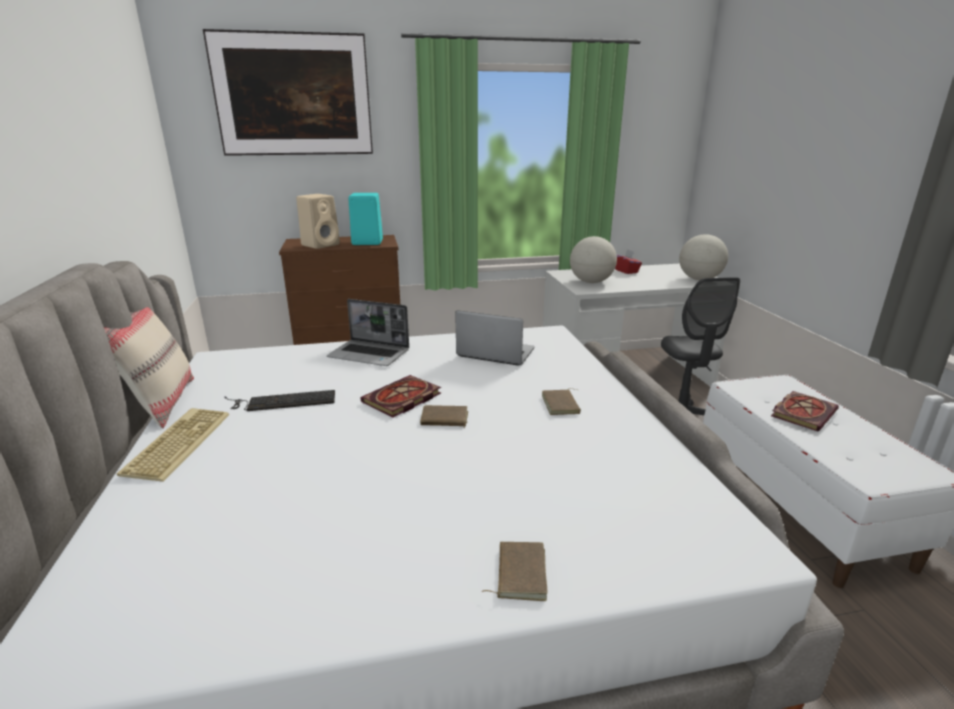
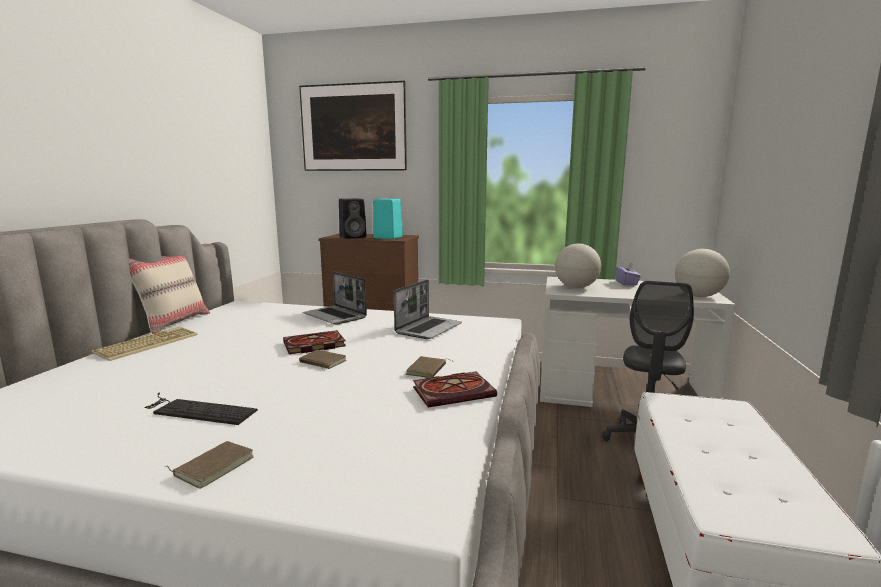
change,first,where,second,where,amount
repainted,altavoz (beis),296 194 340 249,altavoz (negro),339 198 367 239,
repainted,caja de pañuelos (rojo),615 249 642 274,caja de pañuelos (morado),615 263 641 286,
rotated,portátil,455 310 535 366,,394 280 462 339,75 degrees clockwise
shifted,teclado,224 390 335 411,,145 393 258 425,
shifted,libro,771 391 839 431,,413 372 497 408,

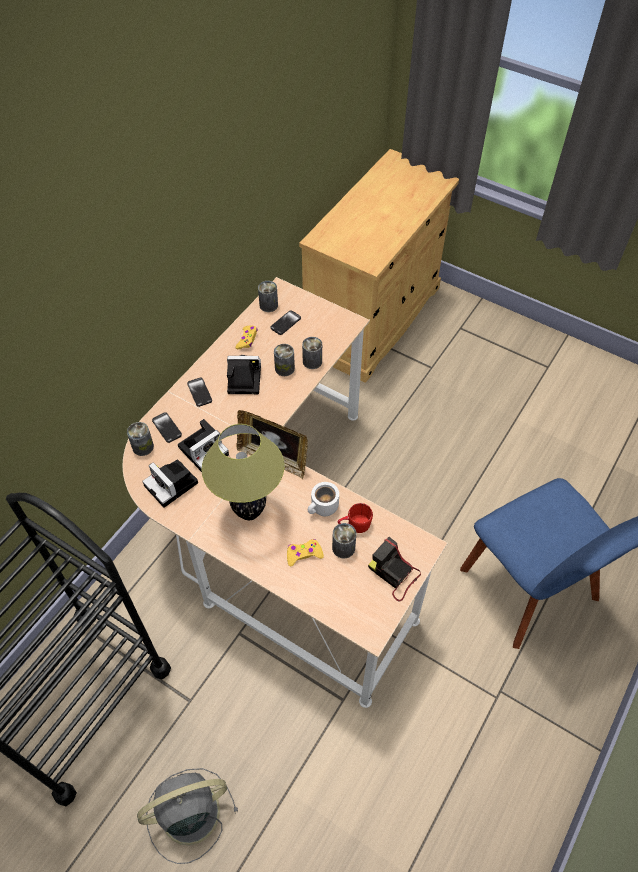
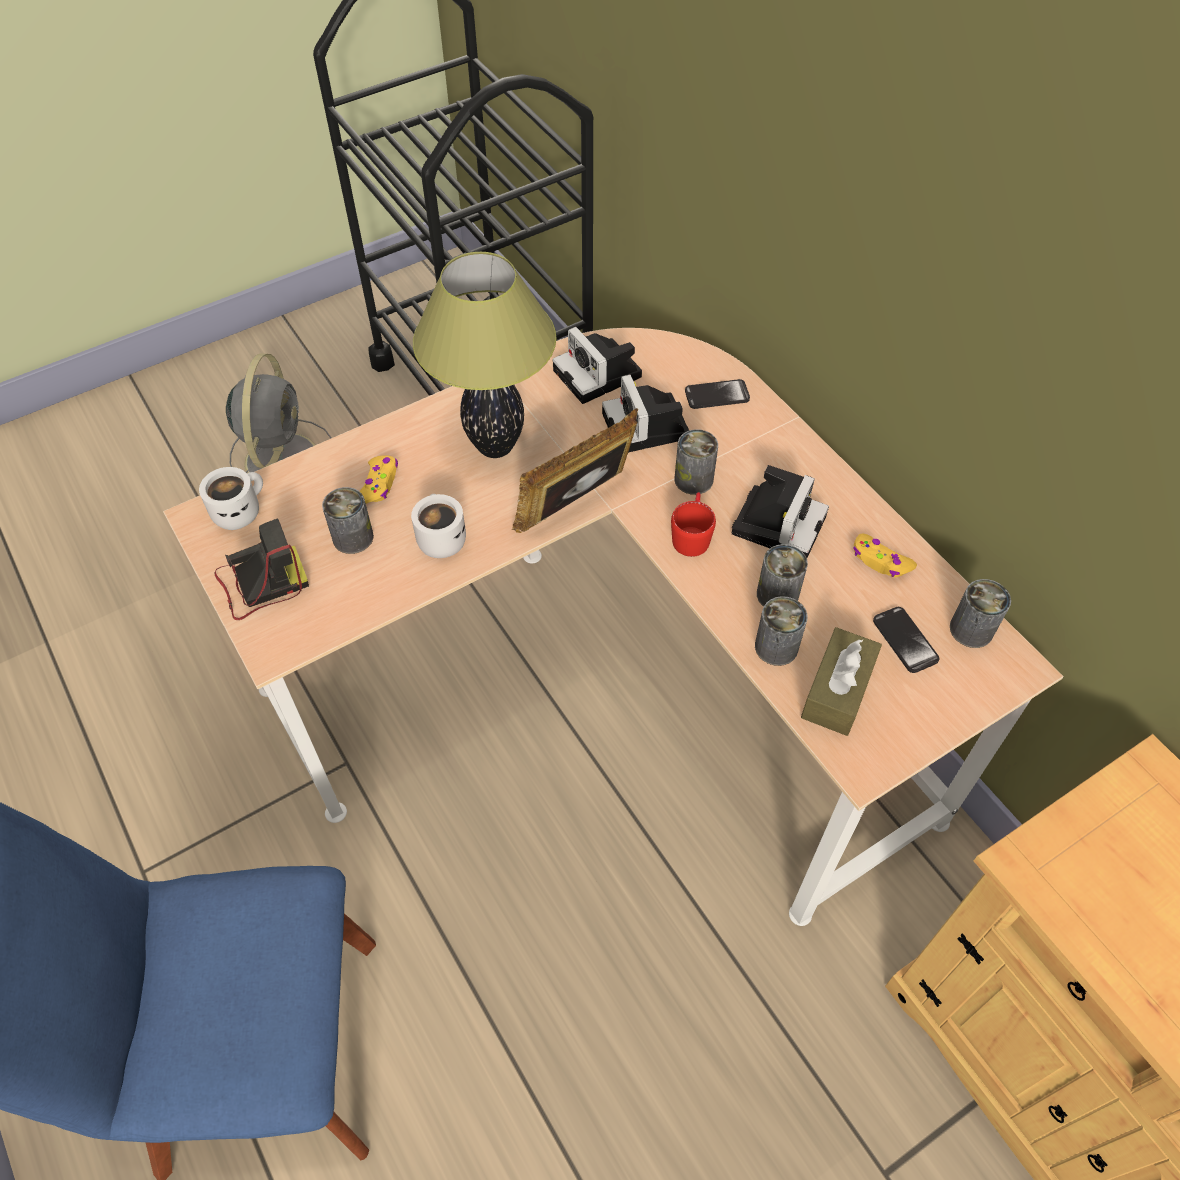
change,first,where,second,where,amount
gone,móvil,187 378 212 407,,,
shifted,lata,127 422 154 456,,674 429 718 495,
rotated,cámara,142 459 198 508,,553 326 642 404,105 degrees counterclockwise
shifted,taza grande (rojo),338 503 373 533,,671 492 716 557,
new,,,taza grande (blanco),199 467 263 530,
new,,,caja de pañuelos (marrón),801 627 882 736,

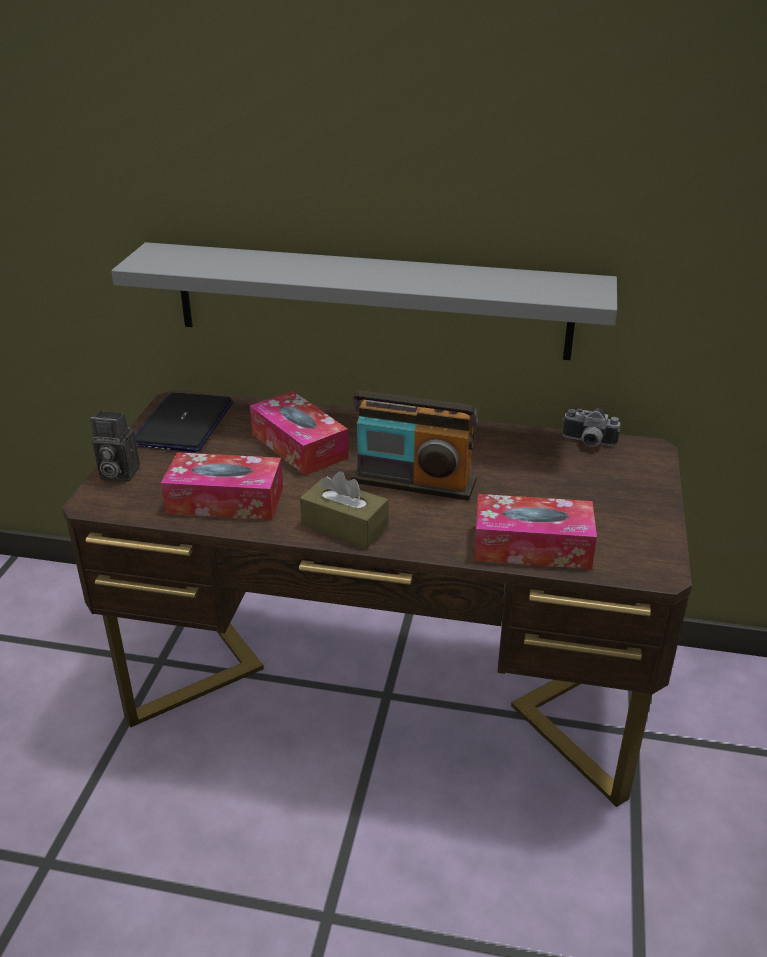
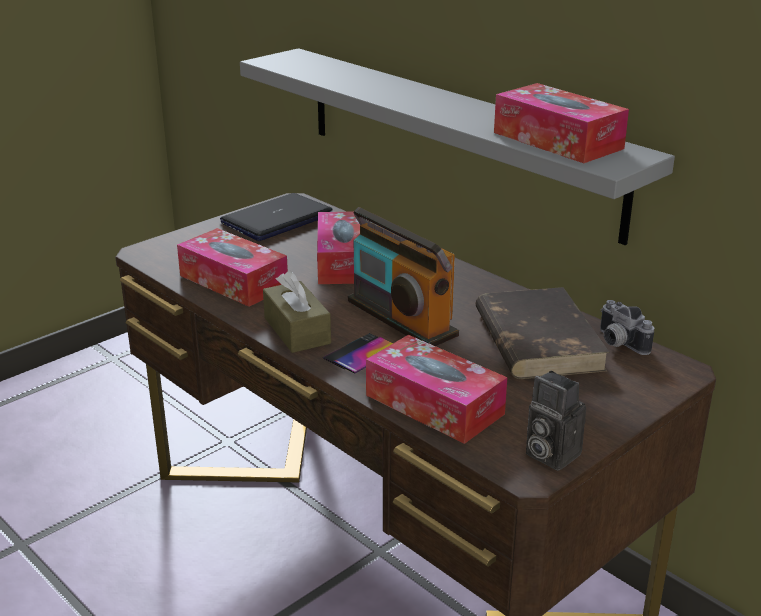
change,first,where,second,where,amount
shifted,cámara,90 411 140 482,,526 370 586 471,
new,,,caja de pañuelos,494 83 629 163,
new,,,libro (marrón),475 287 610 379,
new,,,móvil,323 333 393 374,

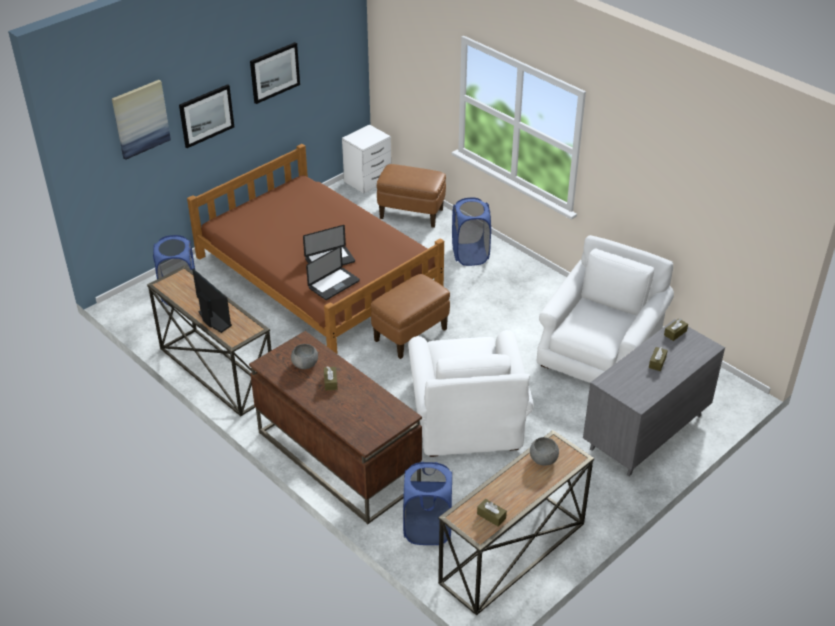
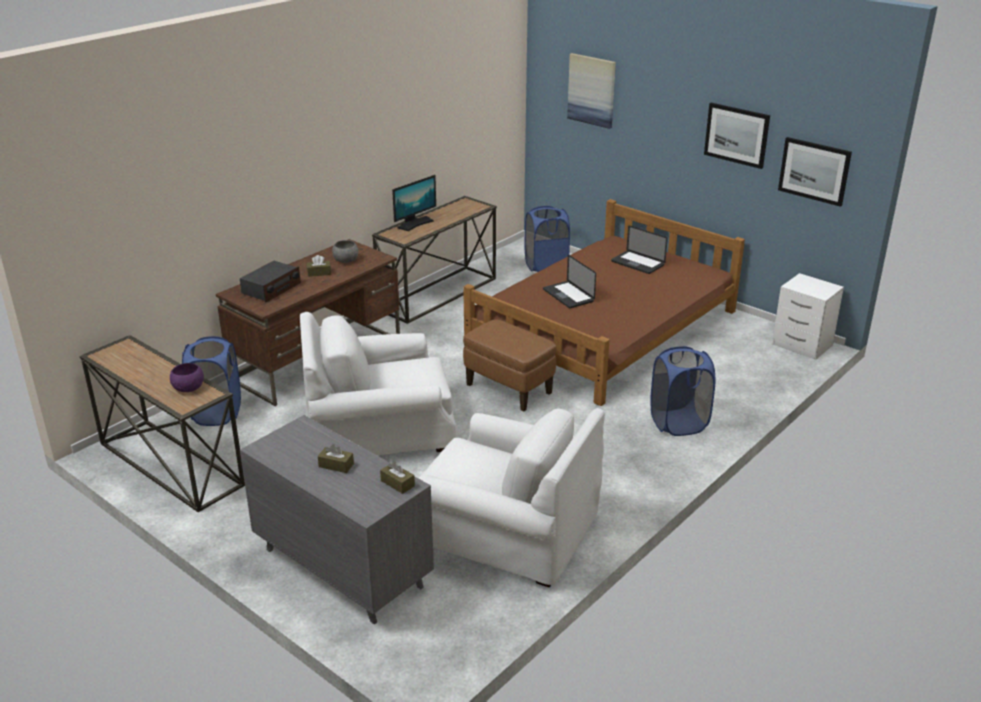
change,first,where,second,where,amount
shifted,cuadro,179 84 234 148,,778 137 852 207,
gone,puf (marrón),377 164 446 228,,,
shifted,portátil,306 246 360 300,,611 226 668 274,
repainted,cuenco (gris),530 437 559 466,cuenco (morado),170 363 204 392,
gone,caja de pañuelos (marrón),477 499 507 527,,,
new,,,radio,240 261 301 303,

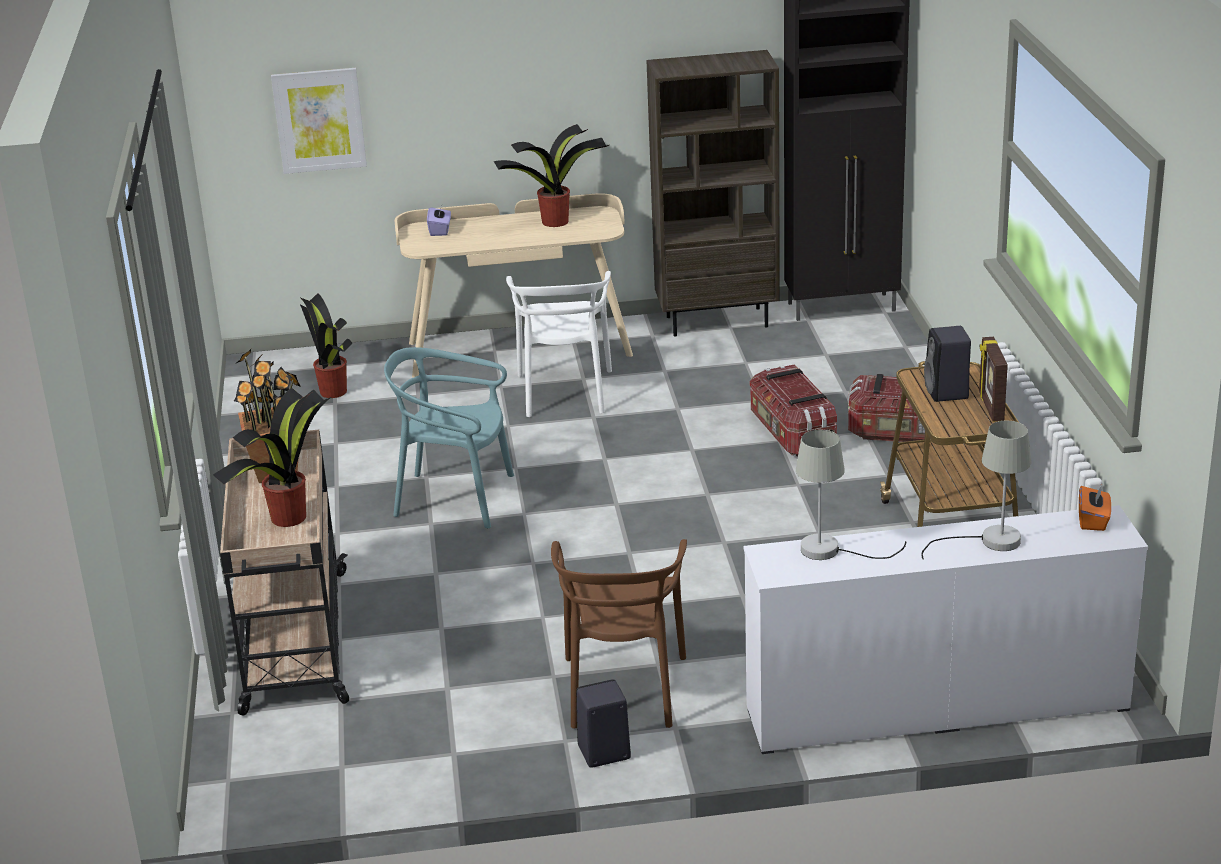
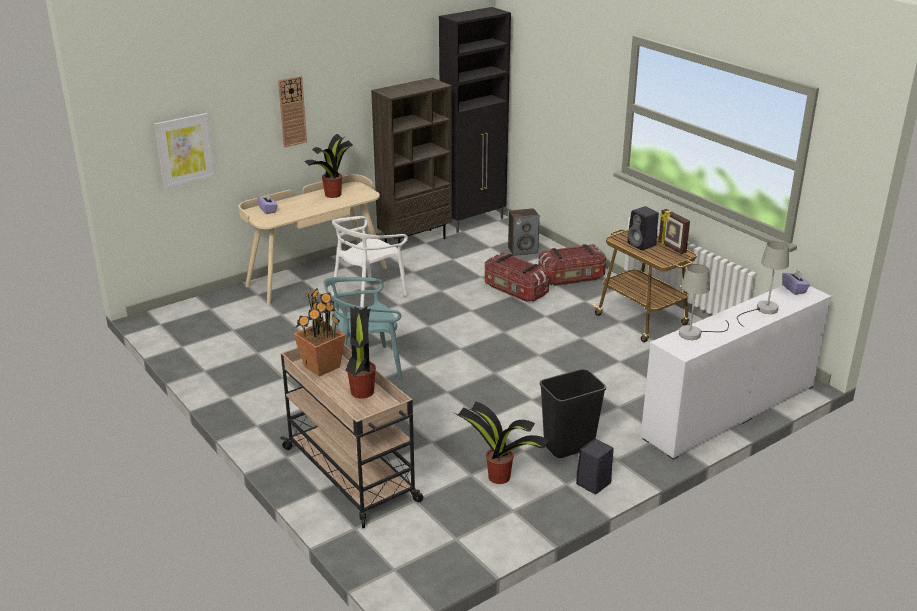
change,first,where,second,where,amount
rotated,silla (blanco),506 271 612 417,,332 216 408 307,75 degrees clockwise
shifted,planta en maceta,300 293 352 398,,454 402 549 484,
repainted,caja de pañuelos (naranja),1079 485 1111 531,caja de pañuelos (morado),782 269 810 295,
swapped,silla (marrón),551 539 687 729,papelera (negro),540 369 606 458,
new,,,reloj de pared,278 76 307 147,
new,,,altavoz,508 208 540 256,

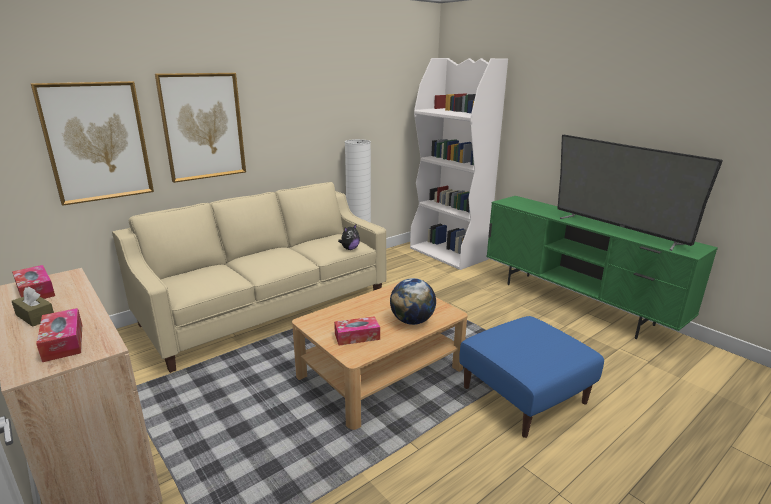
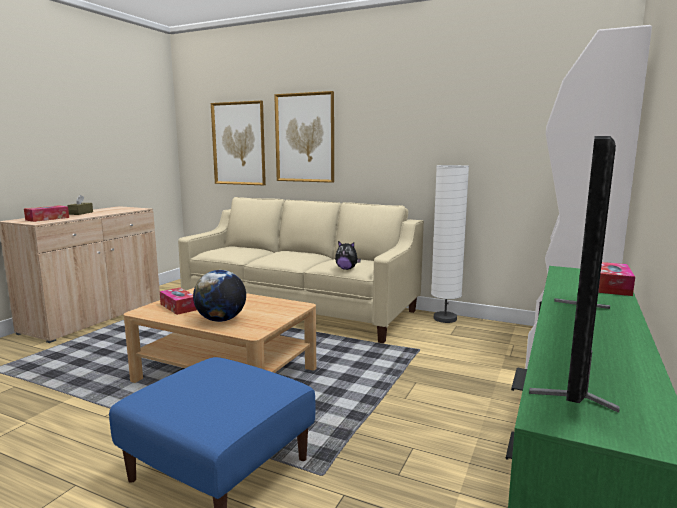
change,first,where,second,where,amount
shifted,caja de pañuelos,12 265 55 299,,598 262 635 296,

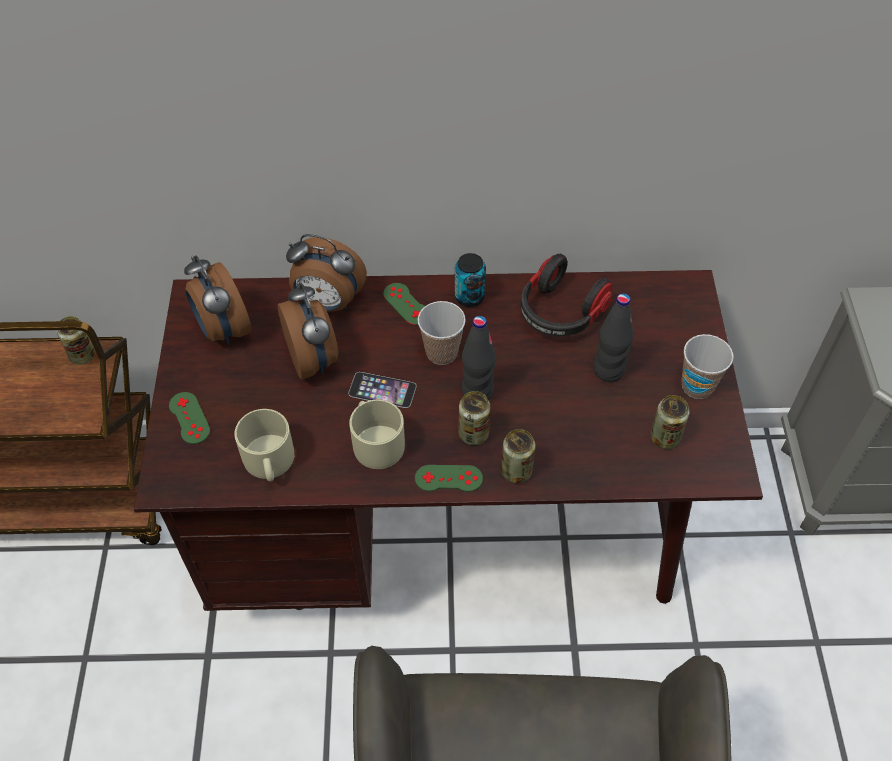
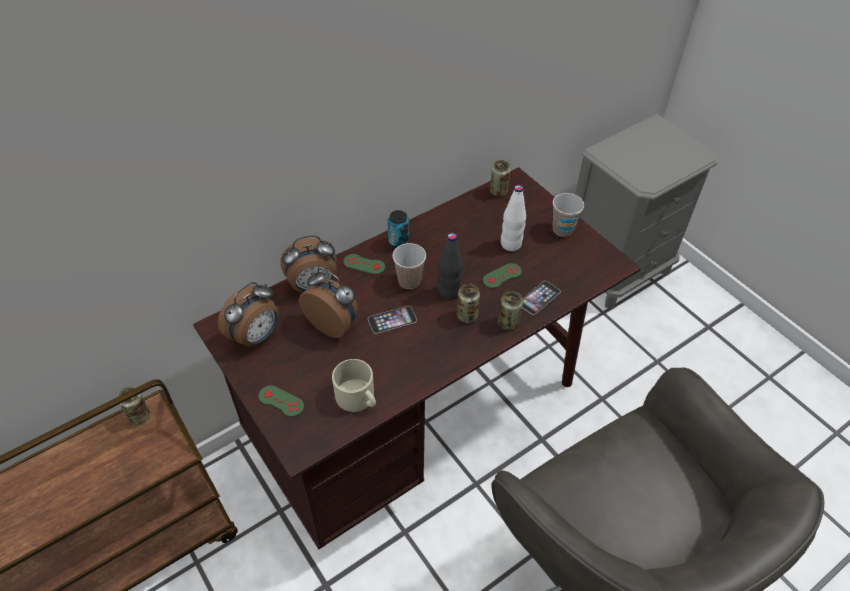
change,first,where,second,where,amount
gone,auriculares,520 254 612 337,,,
rotated,despertador,184 256 252 345,,218 282 279 348,75 degrees counterclockwise
repainted,botella (negro),594 293 633 382,botella (blanco),501 185 526 251,
shifted,lata,650 395 690 449,,490 160 511 196,
gone,taza grande (beis),349 400 405 469,,,
shifted,mando de consola (verde),415 465 483 492,,483 263 522 288,
new,,,móvil,522 281 561 315,

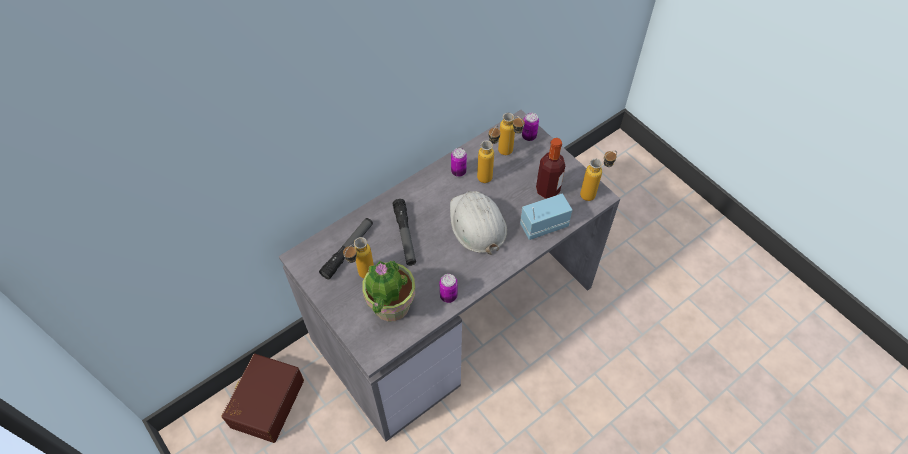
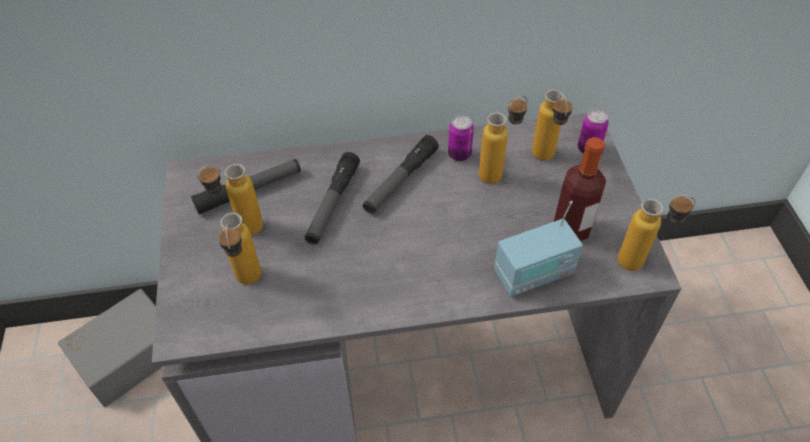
change,first,where,second,where,amount
gone,casco (blanco),450 191 507 255,,,
rotated,radio,520 193 572 240,,494 201 583 297,150 degrees clockwise
swapped,planta en maceta,362 261 415 322,botella,218 213 261 284,
gone,lata,439 274 457 303,,,
repainted,caja de almacenaje (marrón),221 354 304 443,caja de almacenaje (gris),58 289 162 407,
new,,,linterna,363 135 439 214,

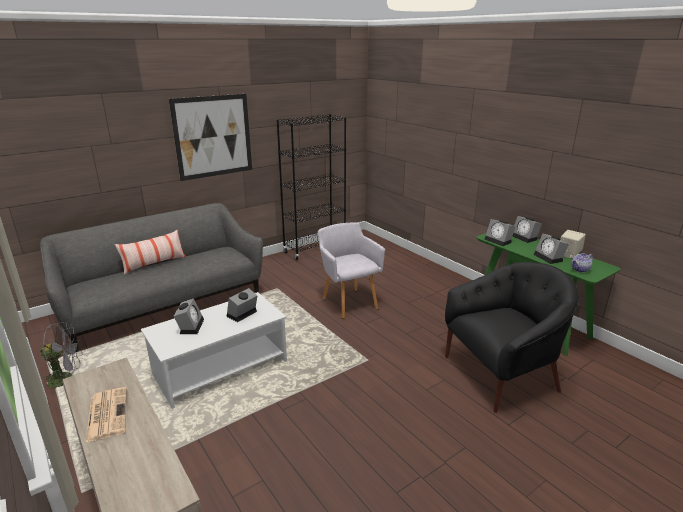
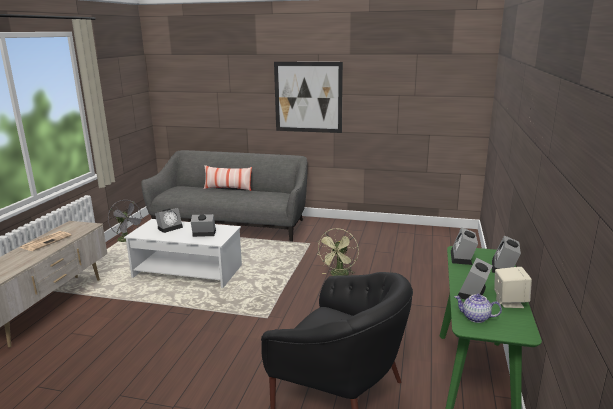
change,first,where,second,where,amount
gone,estantería (negro),276 114 346 260,,,
swapped,sillón (gris),318 222 385 319,ventilador (verde),317 228 359 276,

